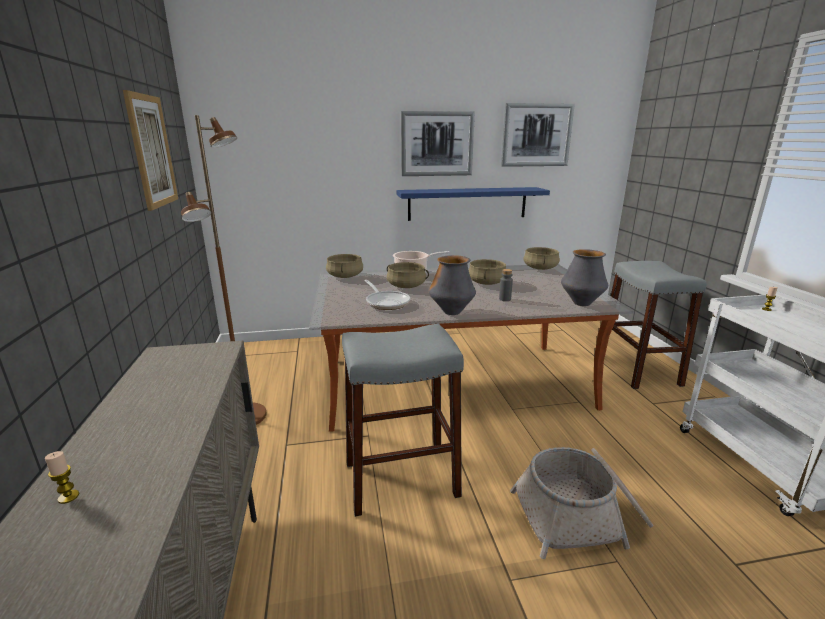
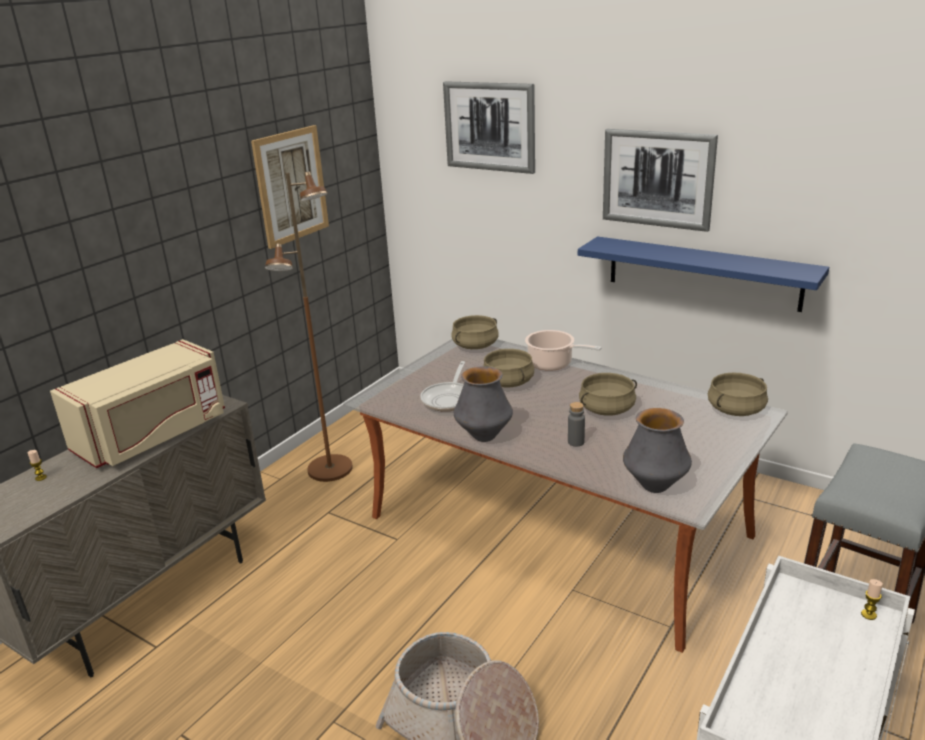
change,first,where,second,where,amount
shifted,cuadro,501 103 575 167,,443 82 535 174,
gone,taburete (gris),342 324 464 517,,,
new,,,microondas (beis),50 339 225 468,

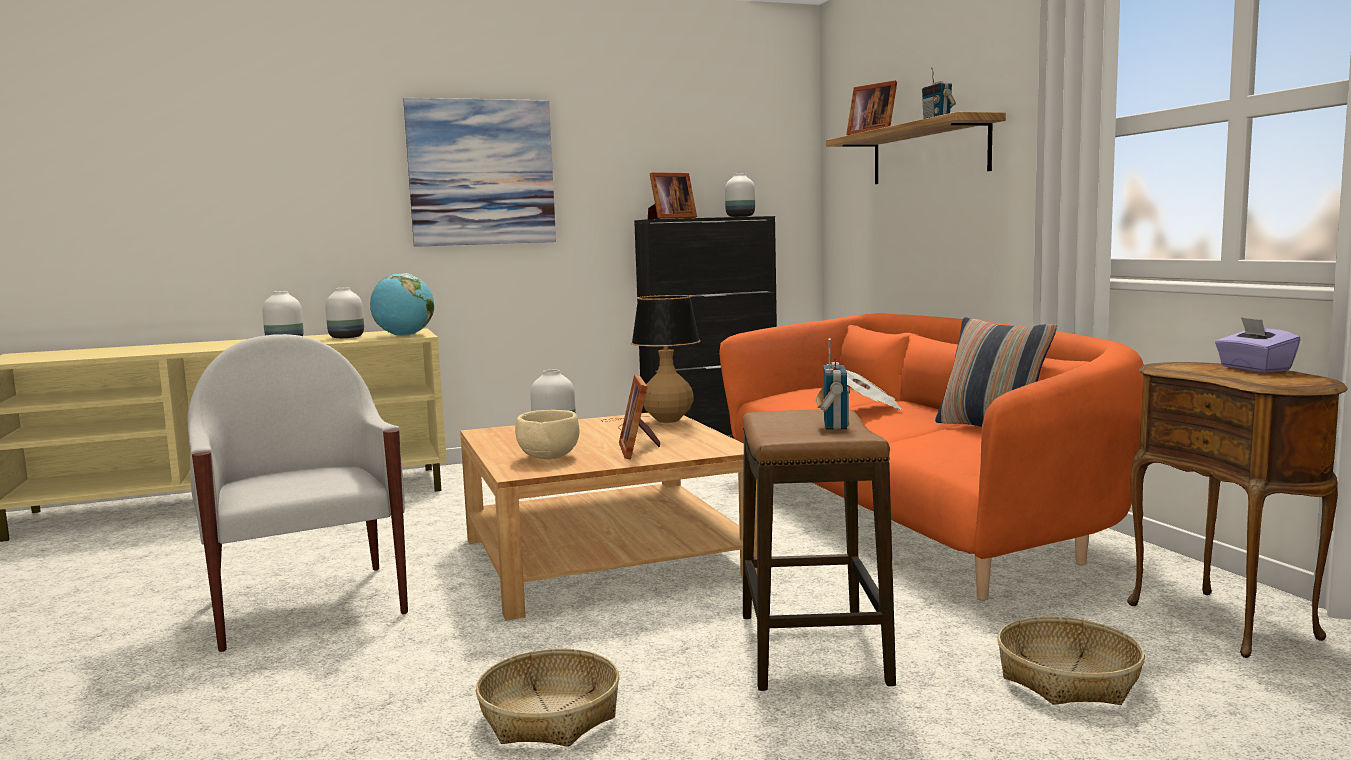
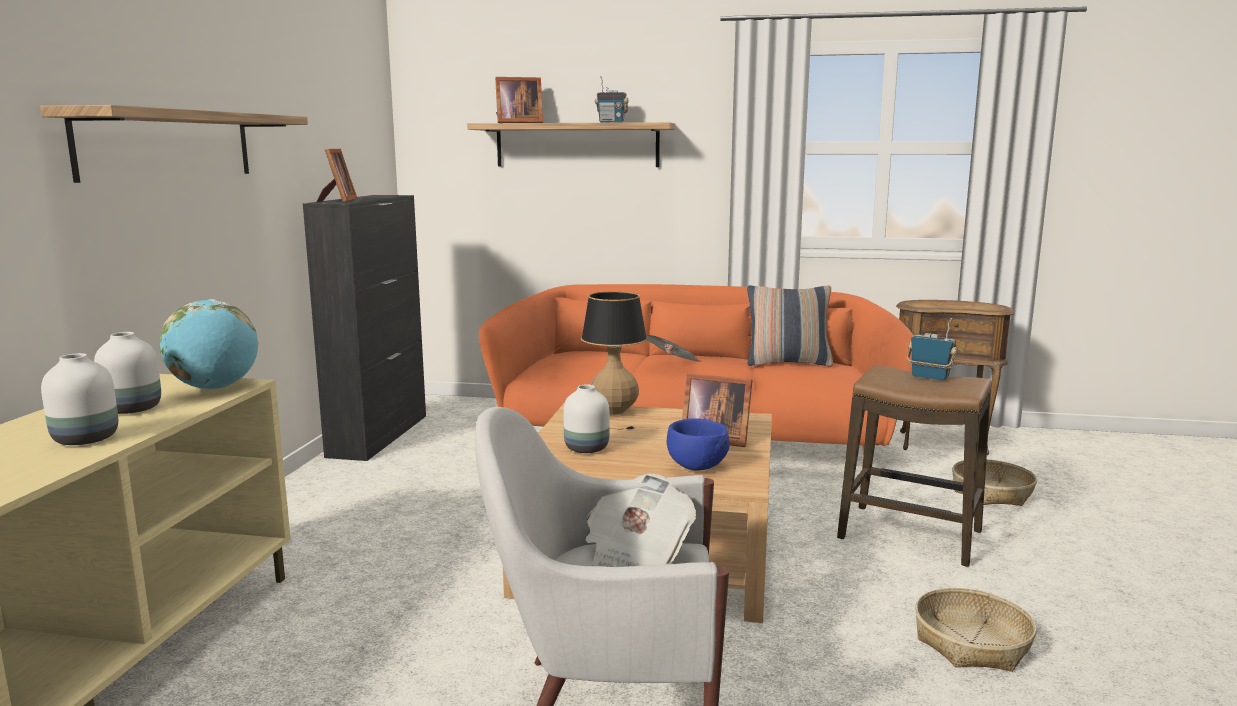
change,first,where,second,where,amount
swapped,cuadro,403 98 556 247,estante,40 105 308 183,
gone,florero (blanco),725 173 755 217,,,
gone,caja de pañuelos (morado),1215 317 1301 373,,,
repainted,cuenco (beis),515 410 579 459,cuenco (azul),667 418 730 471,
new,,,periódico,585 474 696 567,

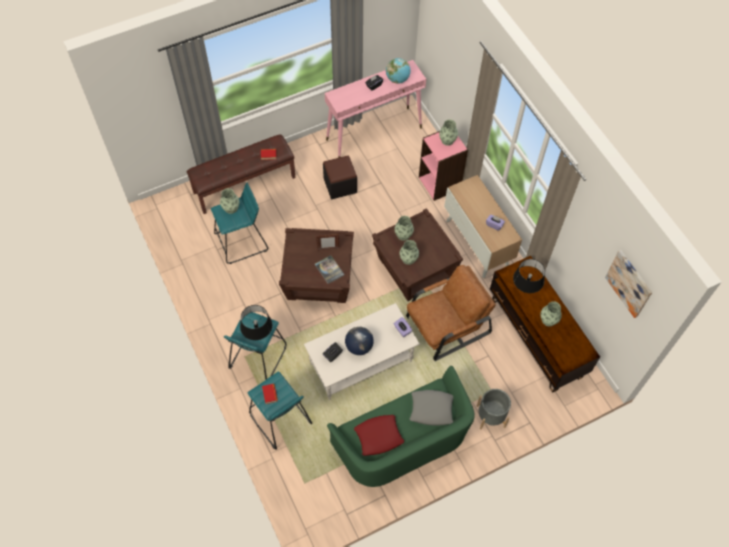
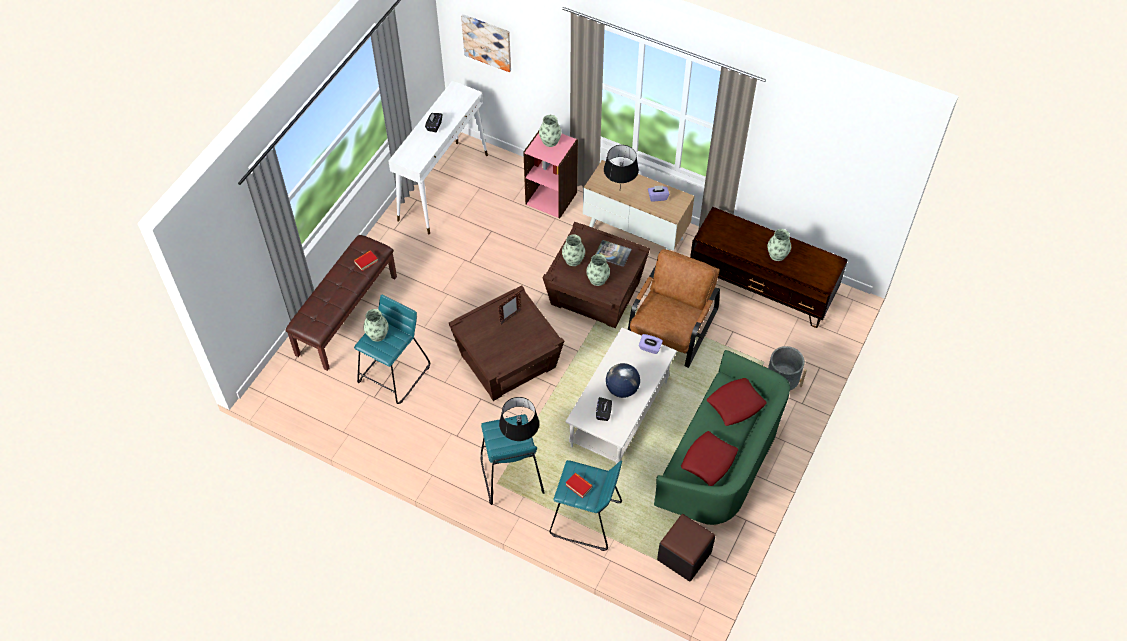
change,first,where,second,where,amount
gone,globo terráqueo,386 58 411 84,,,
repainted,mesa consola (rosa),325 60 426 158,mesa consola (blanco),388 81 488 234,
shifted,puf (negro),323 155 357 199,,657 514 715 582,
shifted,cuadro,605 250 653 318,,461 14 511 72,
shifted,libro,314 255 345 284,,595 240 632 267,
shifted,lámpara de mesa (negro),513 259 545 293,,604 145 639 186,
repainted,cojín (gris),410 390 453 426,cojín (rojo),707 378 767 426,

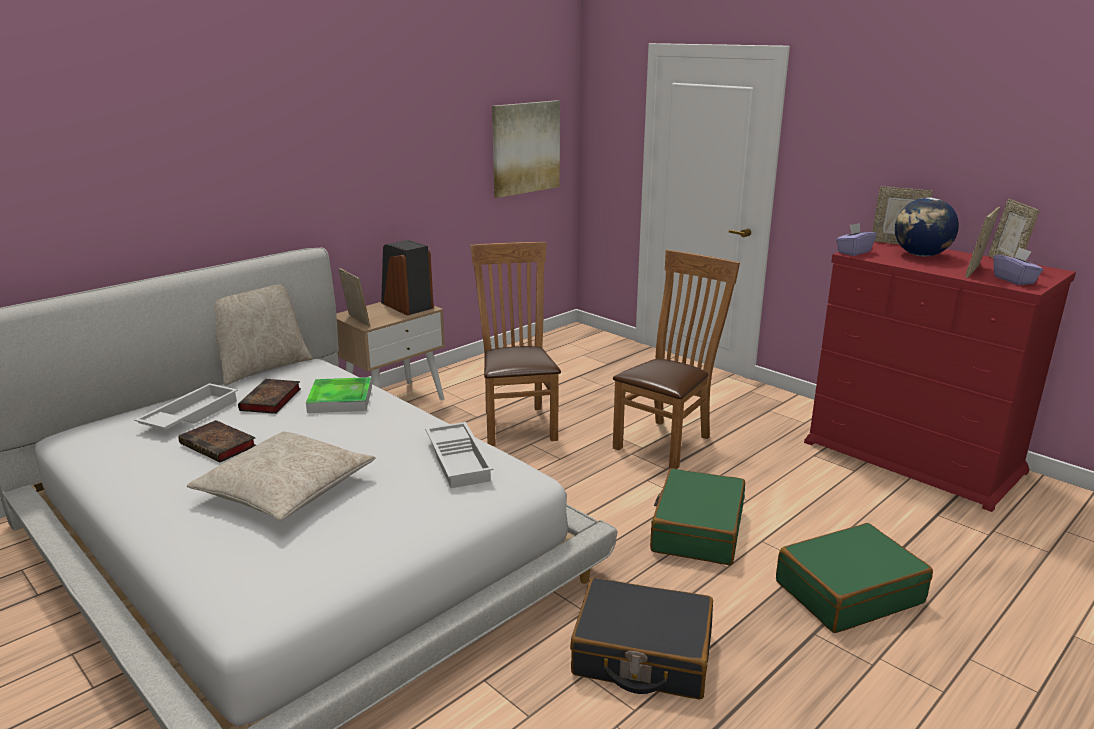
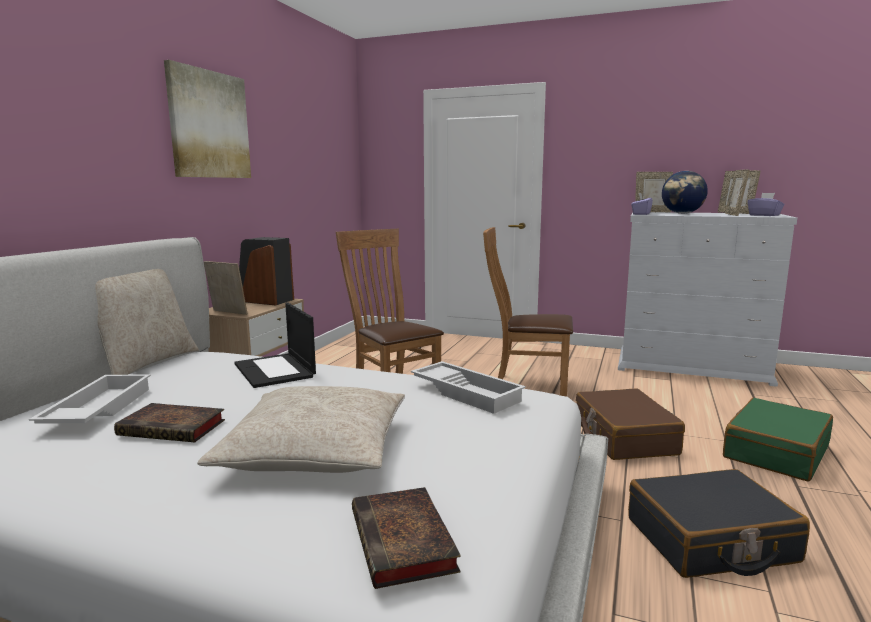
change,first,where,second,where,amount
shifted,cuadro,492 100 560 198,,164 60 251 178,
repainted,cómoda (rojo),804 242 1076 512,cómoda (blanco),618 212 797 387,
rotated,silla (marrón),613 250 740 469,,483 227 573 397,90 degrees counterclockwise
swapped,bandeja,306 377 372 413,portátil,234 302 316 388,
shifted,libro,238 379 301 414,,352 487 461 589,
repainted,maleta (verde),650 468 745 565,maleta (marrón),576 389 685 460,

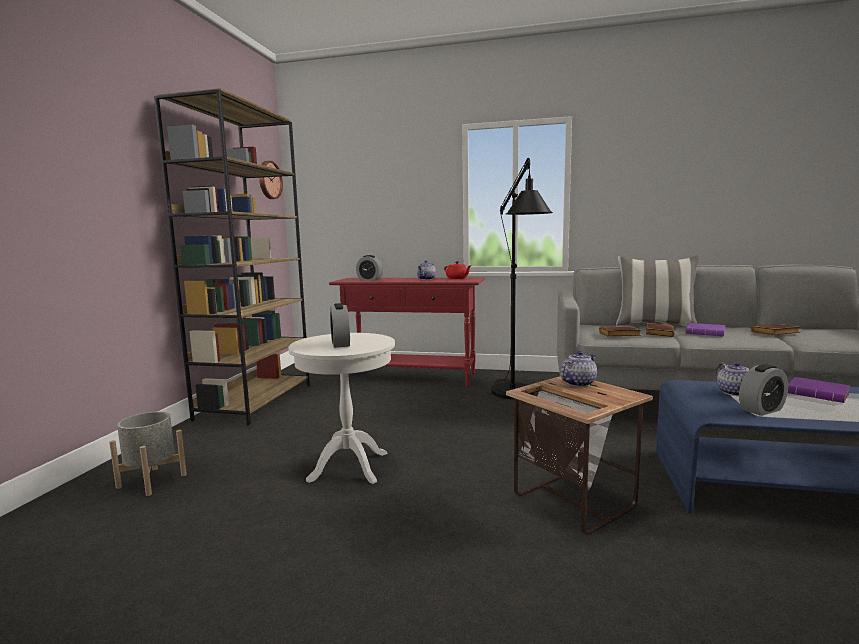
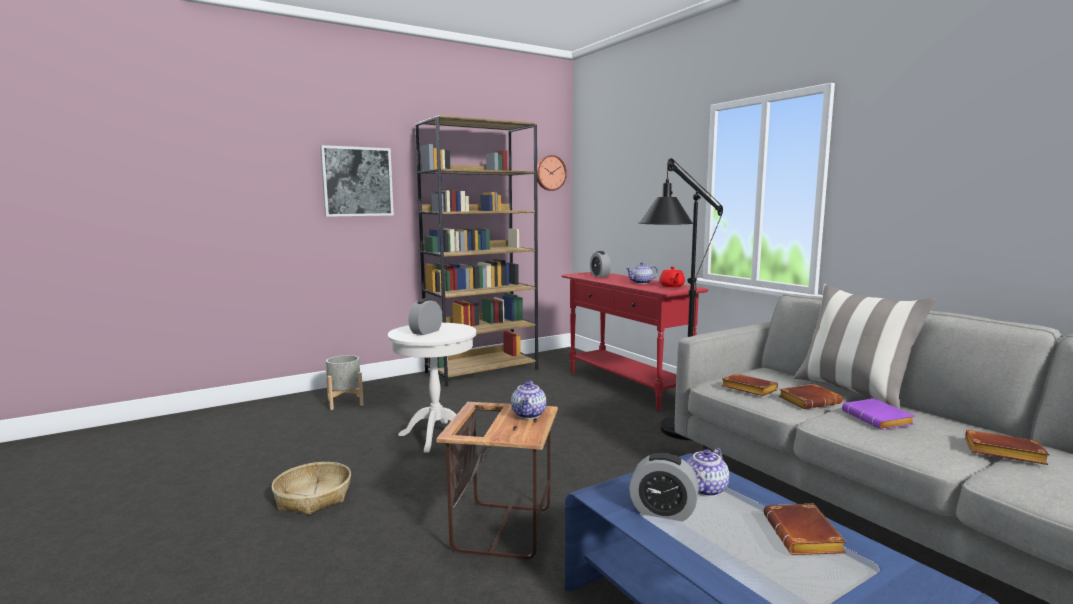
change,first,where,second,where,amount
rotated,tetera,561 351 597 387,,511 381 546 419,90 degrees clockwise
repainted,libro (morado),788 377 850 403,libro (marrón),763 504 846 555,
new,,,cuadro,320 145 394 217,
new,,,cesta,271 462 351 515,

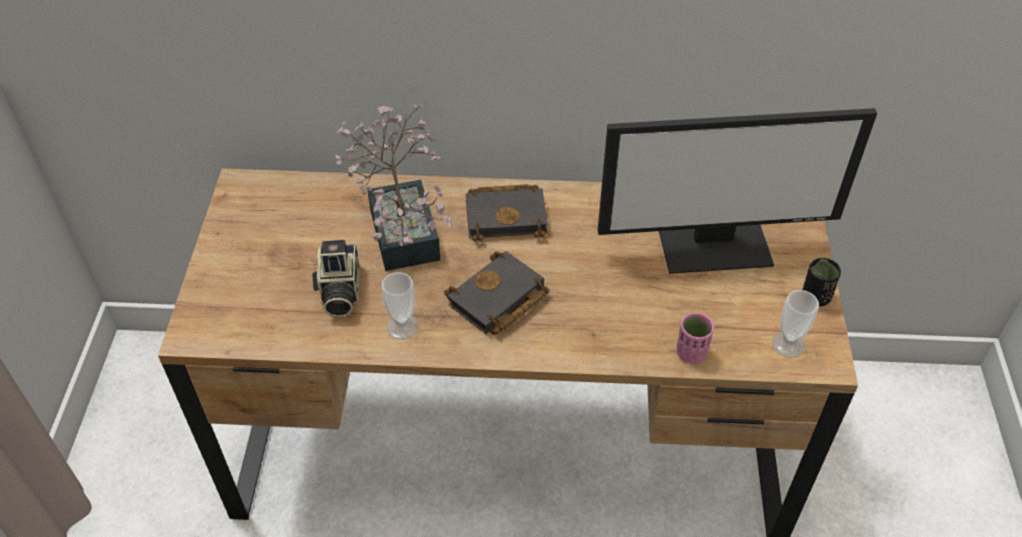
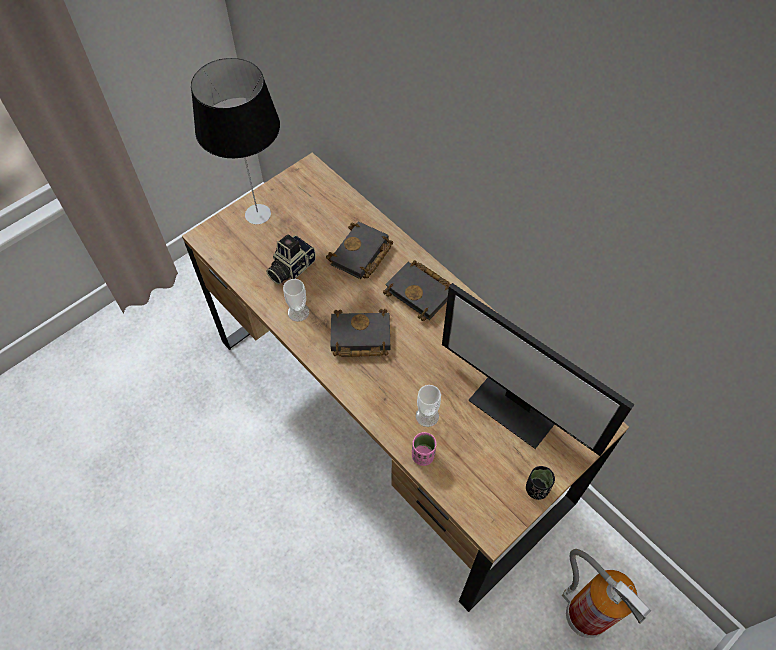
change,first,where,second,where,amount
swapped,planta en maceta,335 105 452 271,libro (negro),326 221 393 279,
shifted,taza,772 290 819 358,,416 385 441 427,
new,,,lámpara de mesa,191 58 280 225,
new,,,extintor,562 549 651 638,

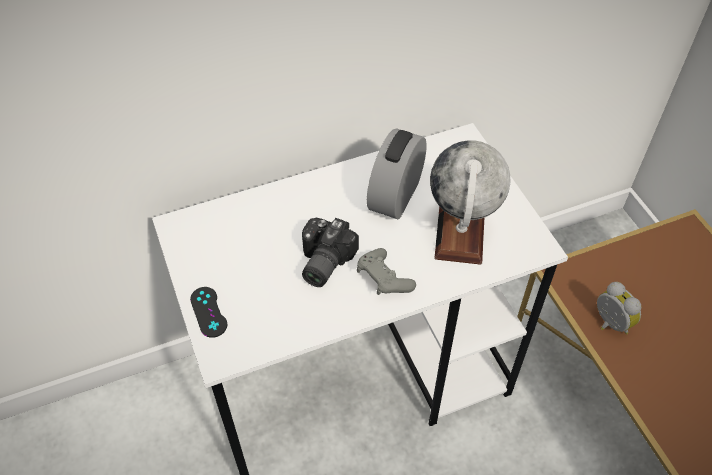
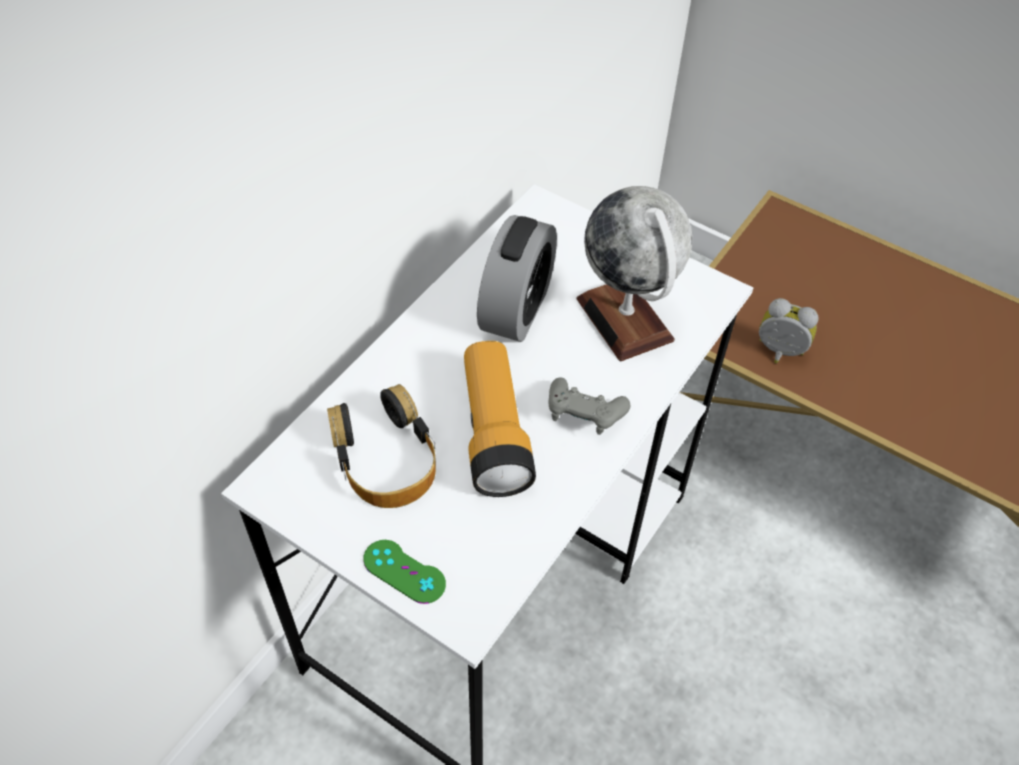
change,first,where,second,where,amount
rotated,despertador,367 128 427 219,,477 215 557 342,150 degrees counterclockwise
swapped,cámara,302 218 359 287,linterna,464 341 536 497,
repainted,mando de consola (negro),190 287 227 338,mando de consola (verde),363 540 446 604,
new,,,auriculares,327 384 436 508,

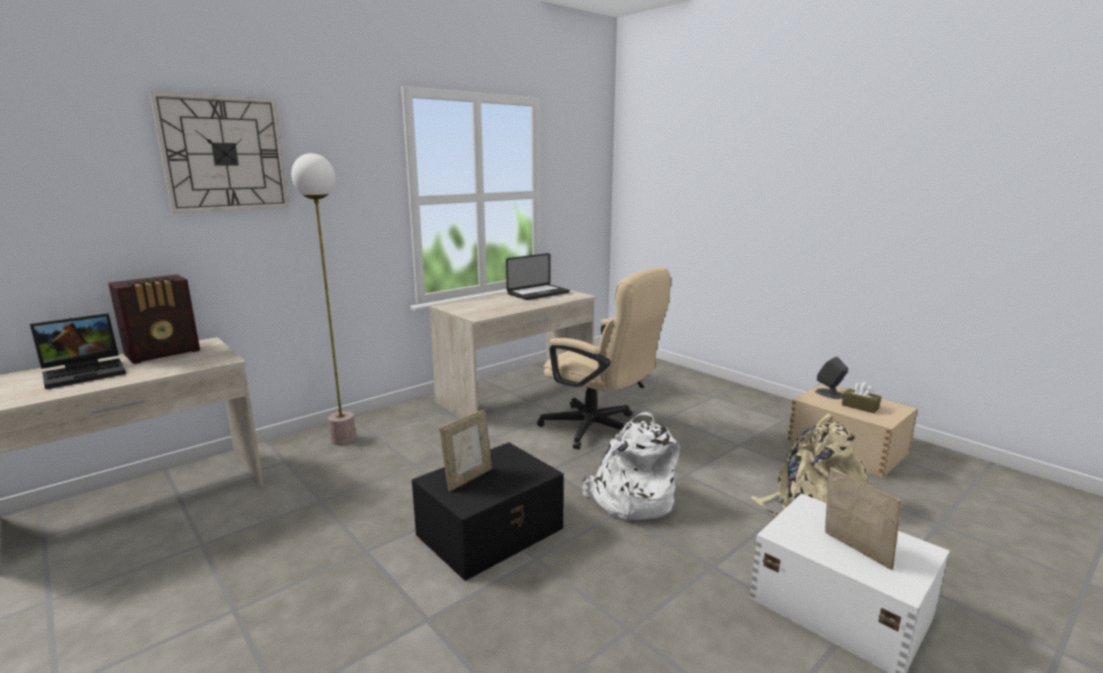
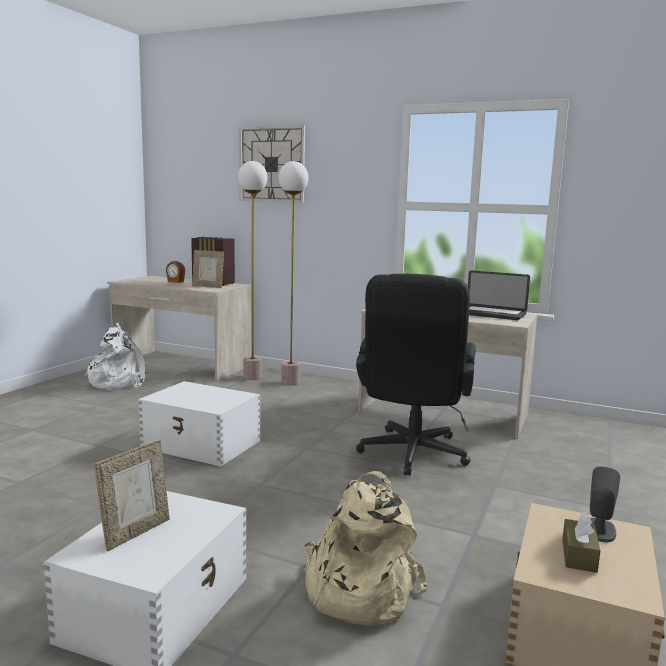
change,first,where,second,where,amount
repainted,silla de oficina (beis),537 267 671 450,silla de oficina (negro),356 274 476 476,
swapped,portátil,30 313 126 389,despertador,166 261 185 283,
shifted,portarretratos,439 409 492 491,,192 250 224 288,
shifted,mochila (blanco),582 412 680 520,,85 323 146 391,
repainted,caja de almacenaje (negro),412 442 564 581,caja de almacenaje (blanco),138 381 260 467,
new,,,lámpara de pie,238 161 267 380,

